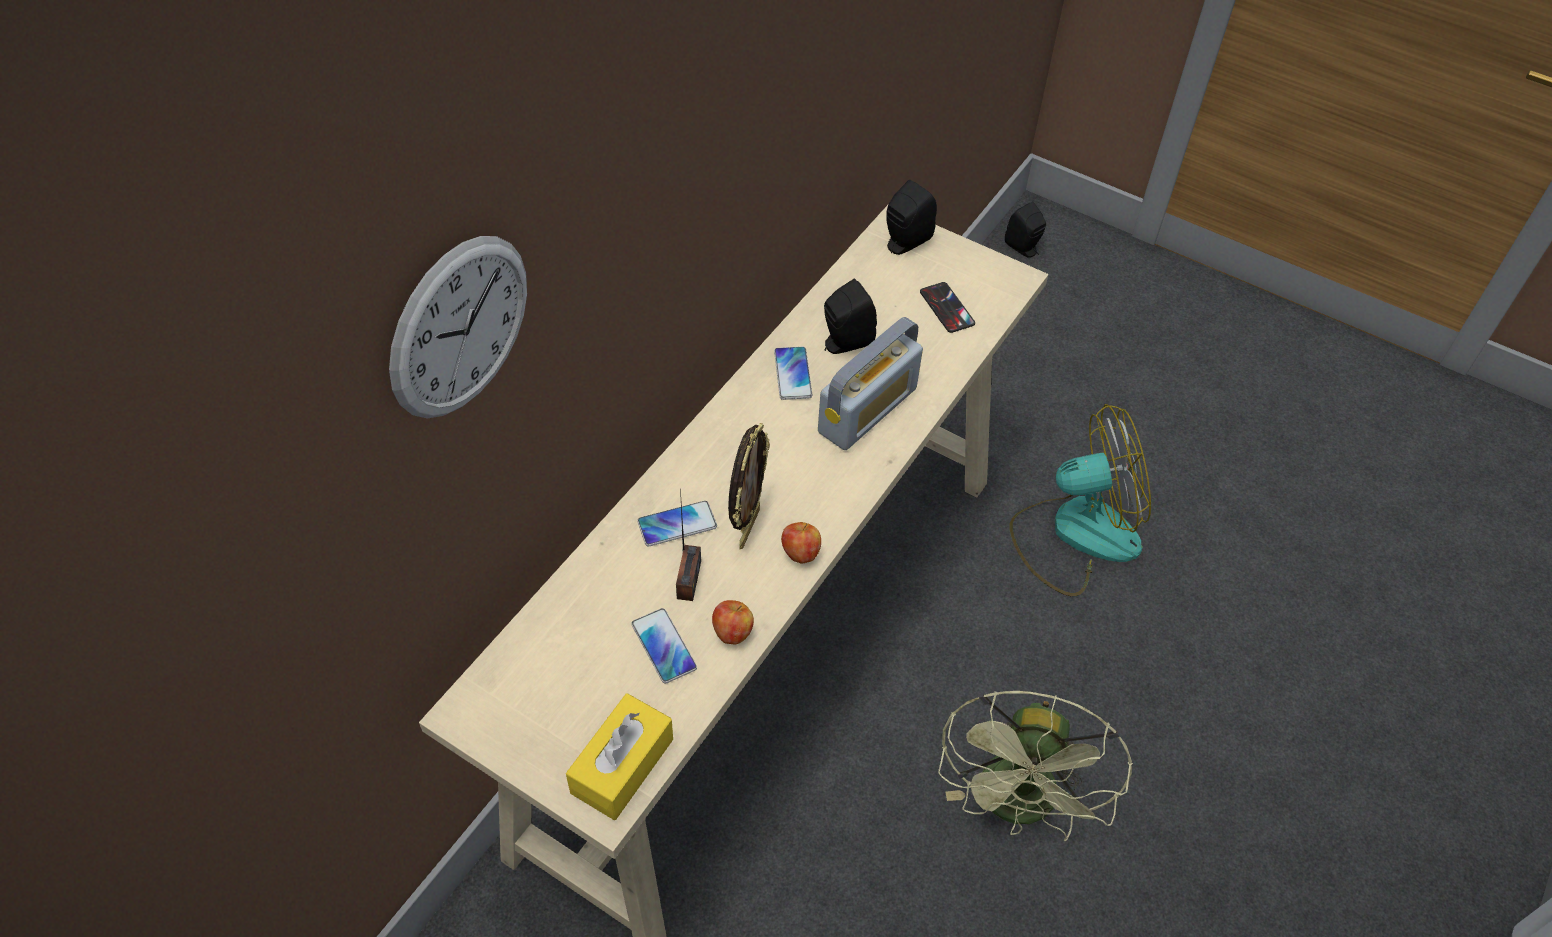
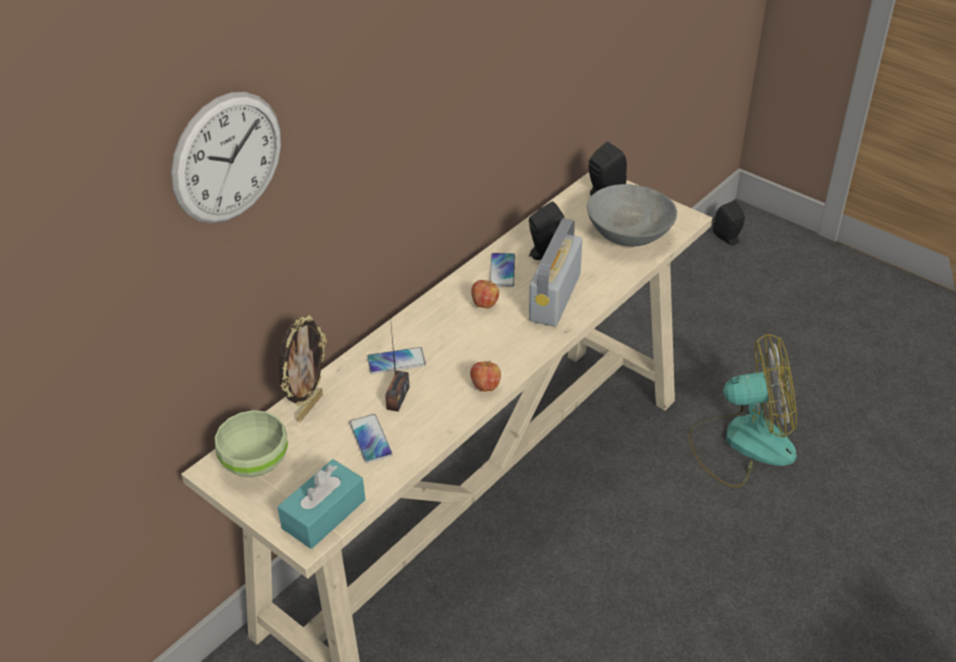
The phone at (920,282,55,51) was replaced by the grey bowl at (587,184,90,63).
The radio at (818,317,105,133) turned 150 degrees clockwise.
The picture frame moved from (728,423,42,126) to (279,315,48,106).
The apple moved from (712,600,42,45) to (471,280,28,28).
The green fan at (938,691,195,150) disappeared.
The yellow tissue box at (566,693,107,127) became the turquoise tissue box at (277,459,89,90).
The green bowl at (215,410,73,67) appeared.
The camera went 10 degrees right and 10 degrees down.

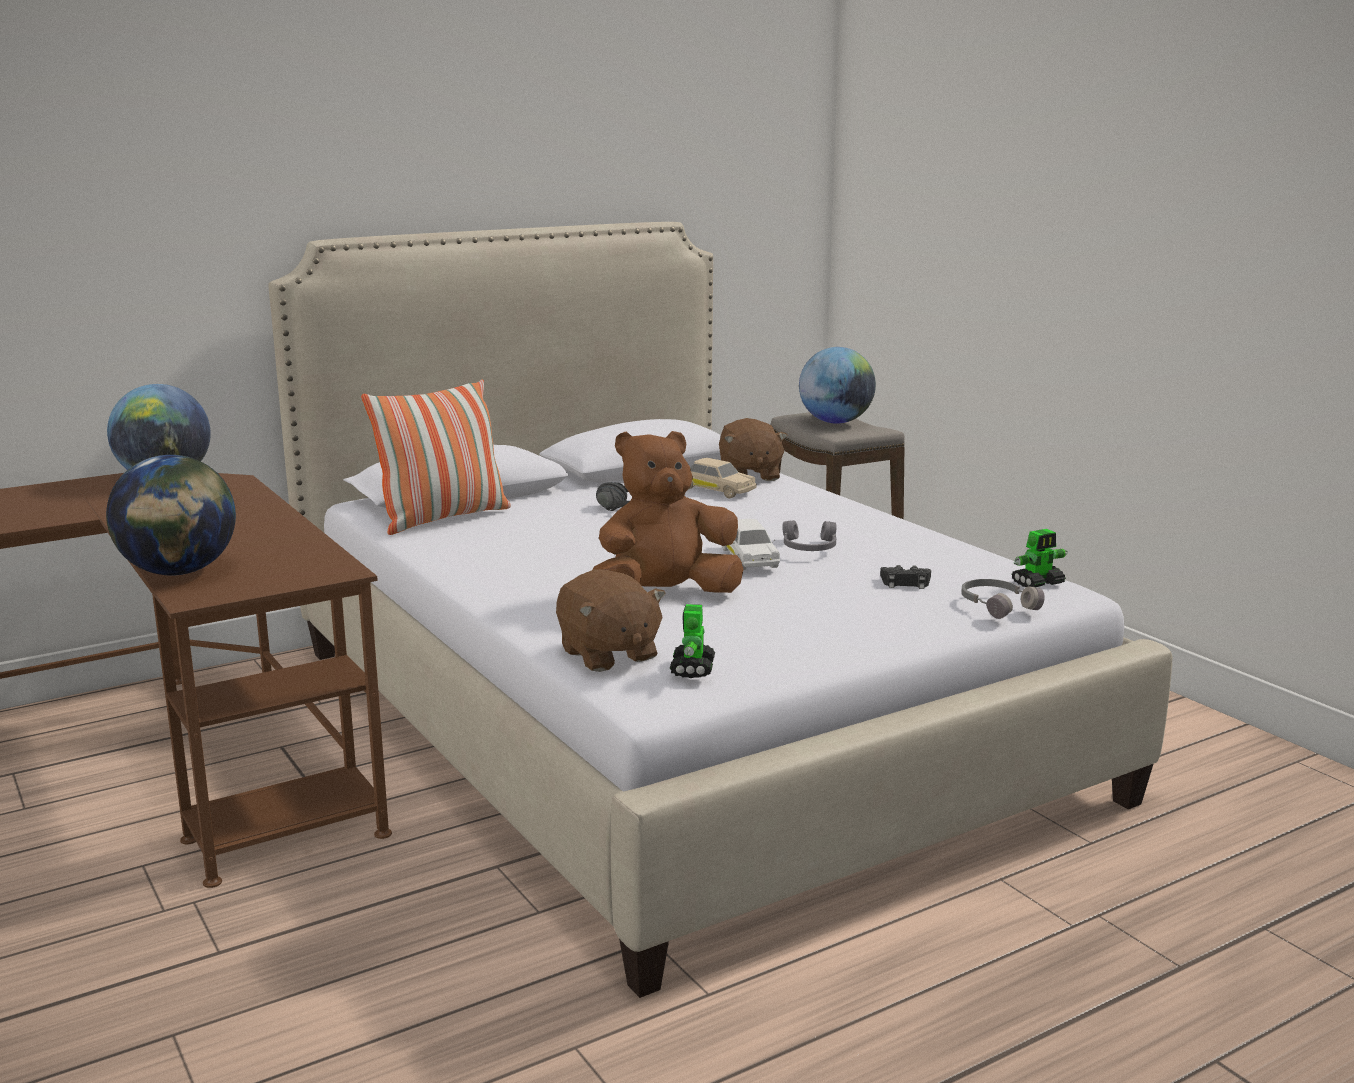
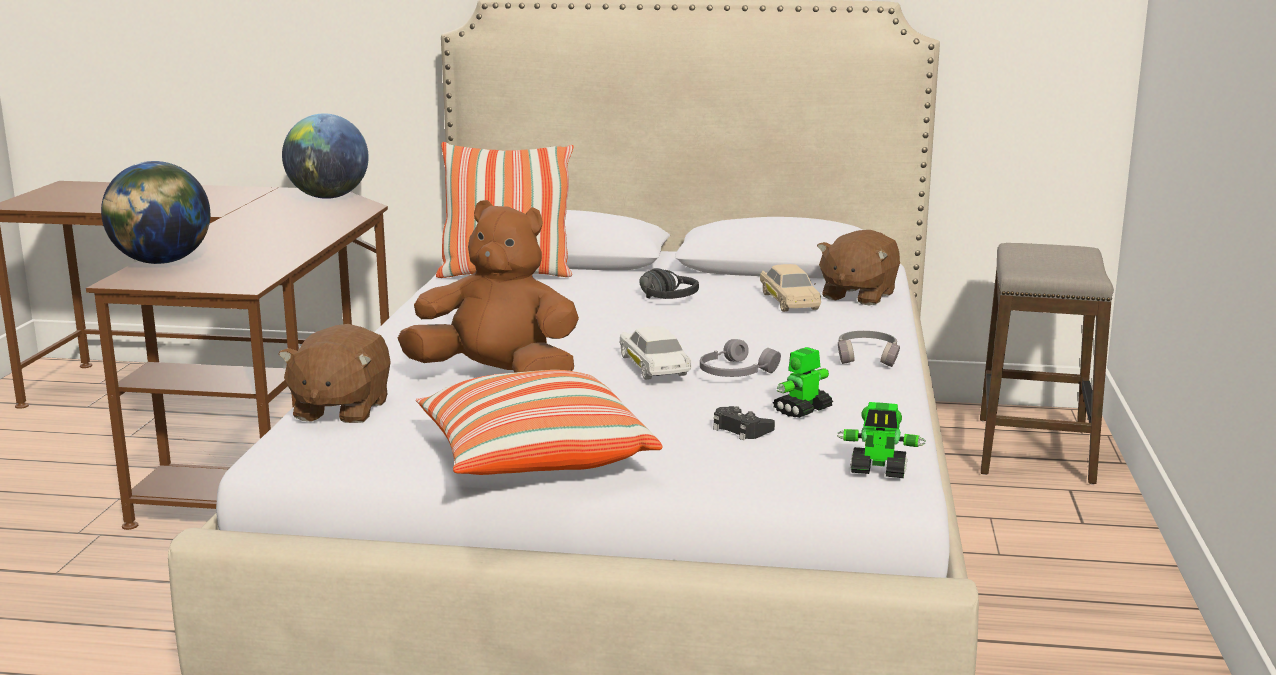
The globe at (799,347,77,77) disappeared.
The white toy car at (722,519,58,51) turned 135 degrees clockwise.
The grey headphones moved from (961,579,84,40) to (838,331,62,36).
The toy robot moved from (670,604,45,74) to (773,347,60,71).
The pillow at (416,370,247,105) appeared.
The camera went 40 degrees right and 0 degrees up.

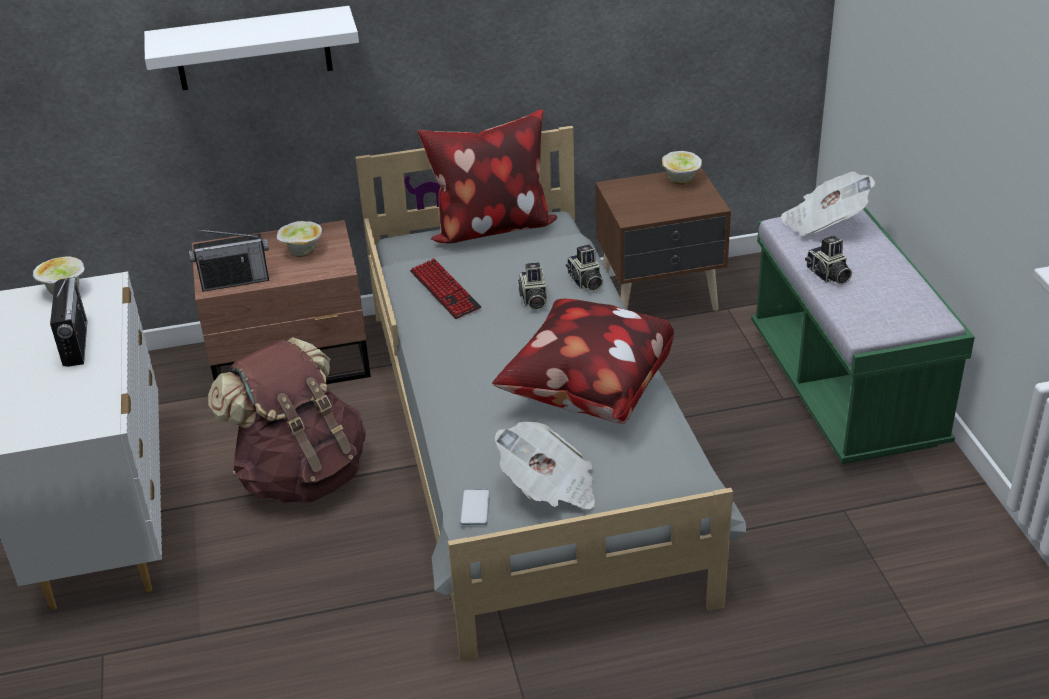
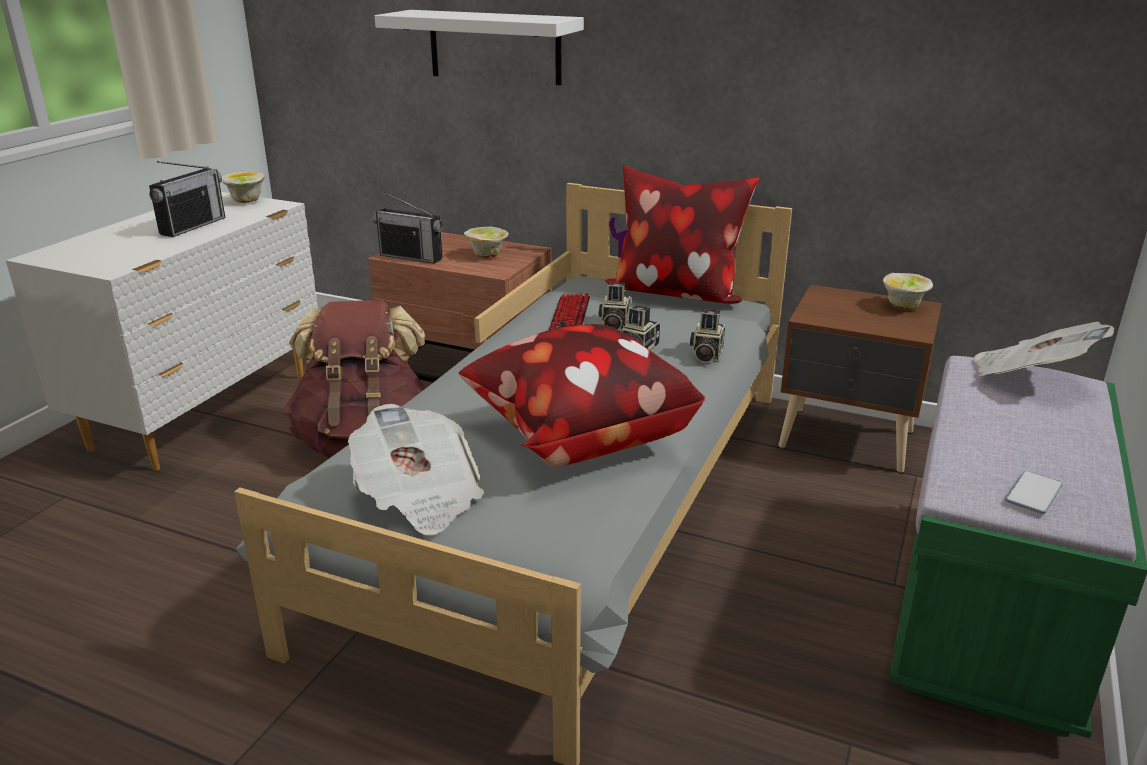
The photo camera moved from (805,236,47,49) to (598,282,33,48).
The phone moved from (460,490,30,35) to (1005,471,58,43).
The camera went 35 degrees right and 10 degrees down.

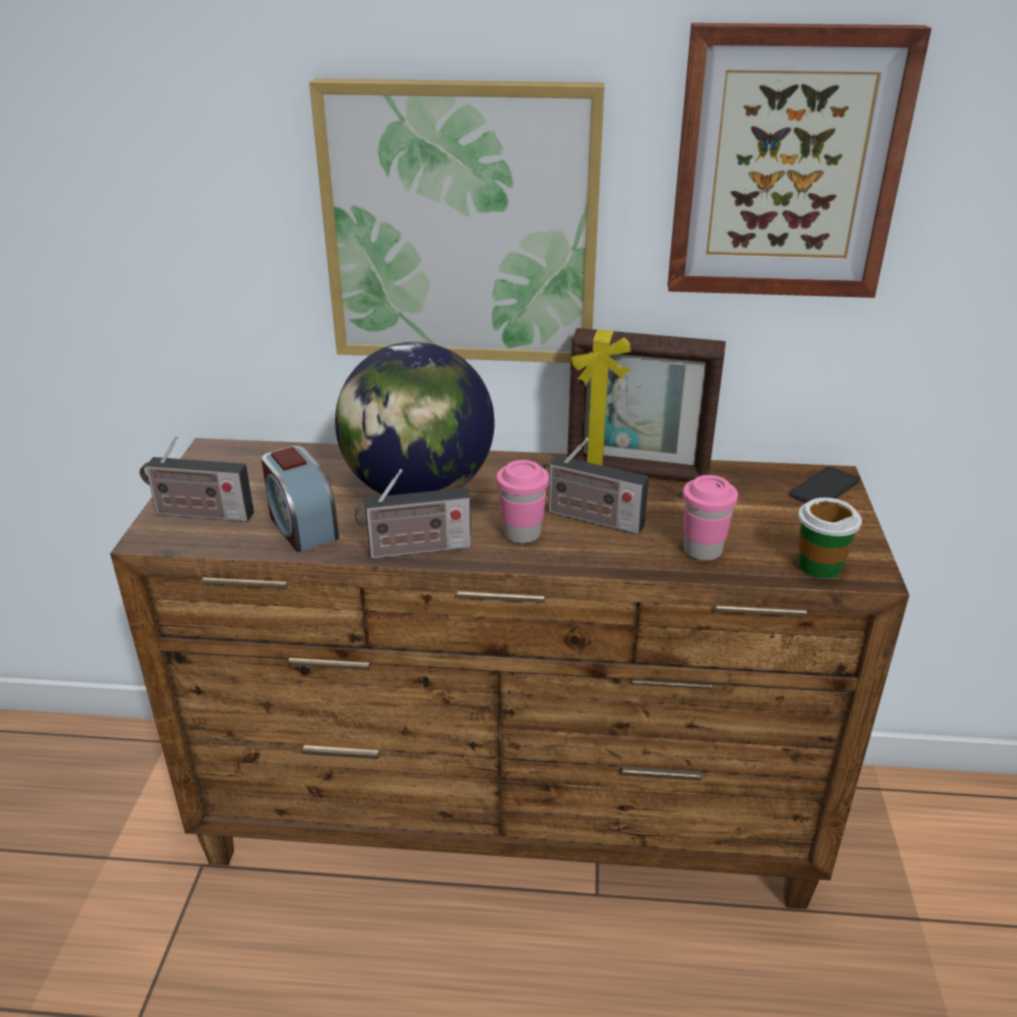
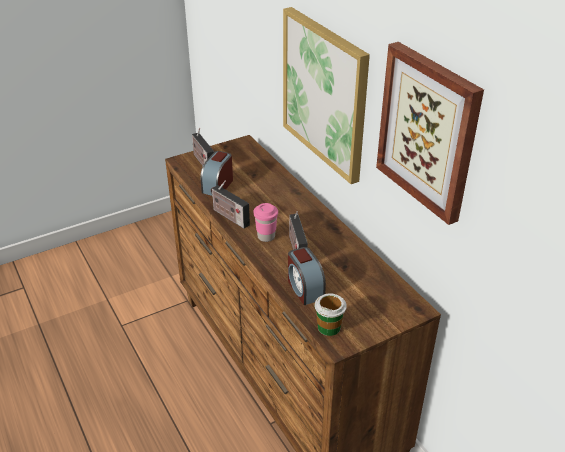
The picture frame at (567,328,159,154) disappeared.
The globe at (335,342,160,154) disappeared.
The phone at (789,467,70,36) disappeared.
The pink cup at (683,475,55,86) was replaced by the alarm clock at (288,247,38,58).
The camera went 55 degrees right and 5 degrees up.

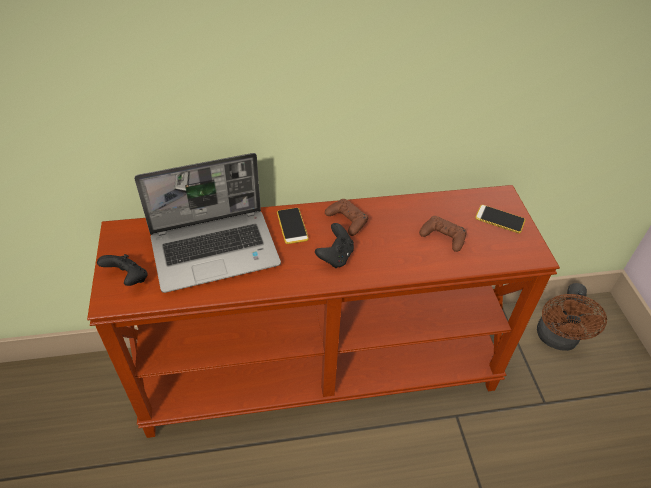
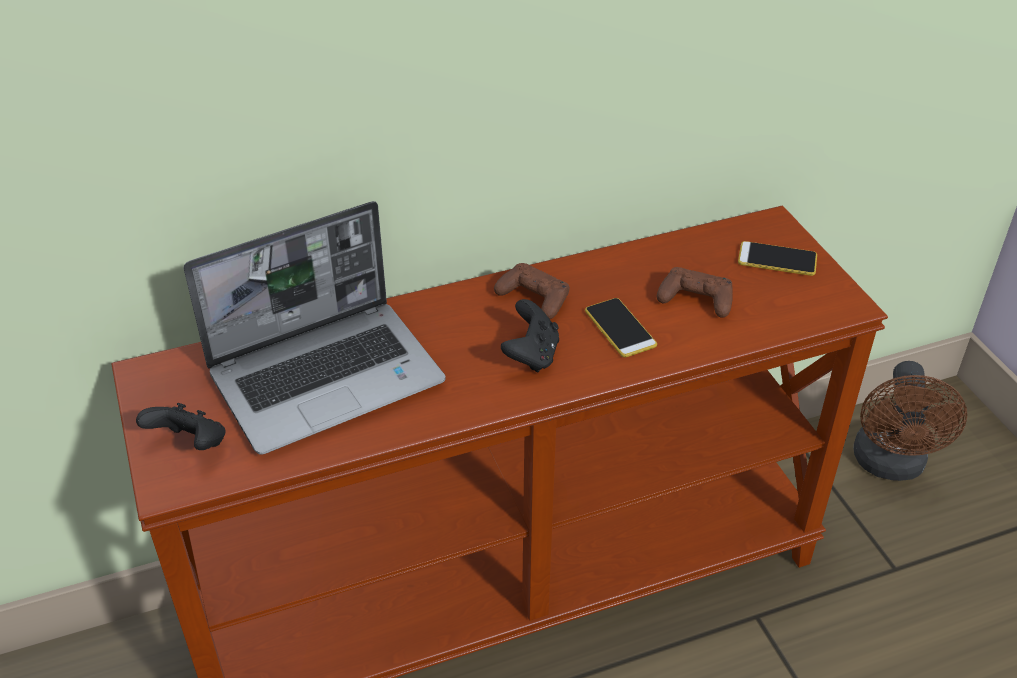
The phone moved from (277,208,32,36) to (585,298,72,59).
The camera went 10 degrees left and 5 degrees down.

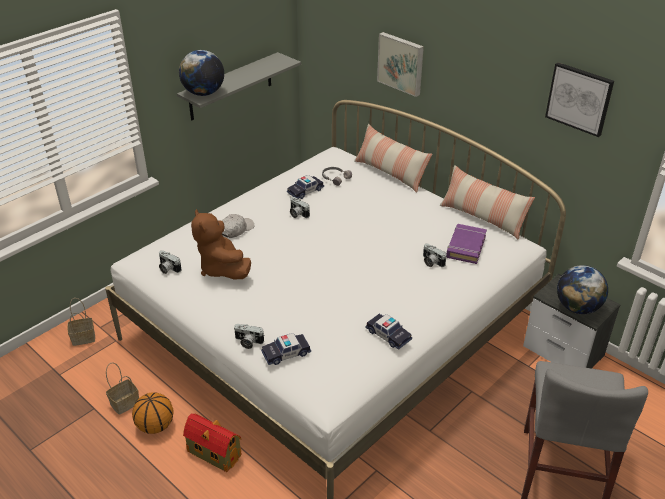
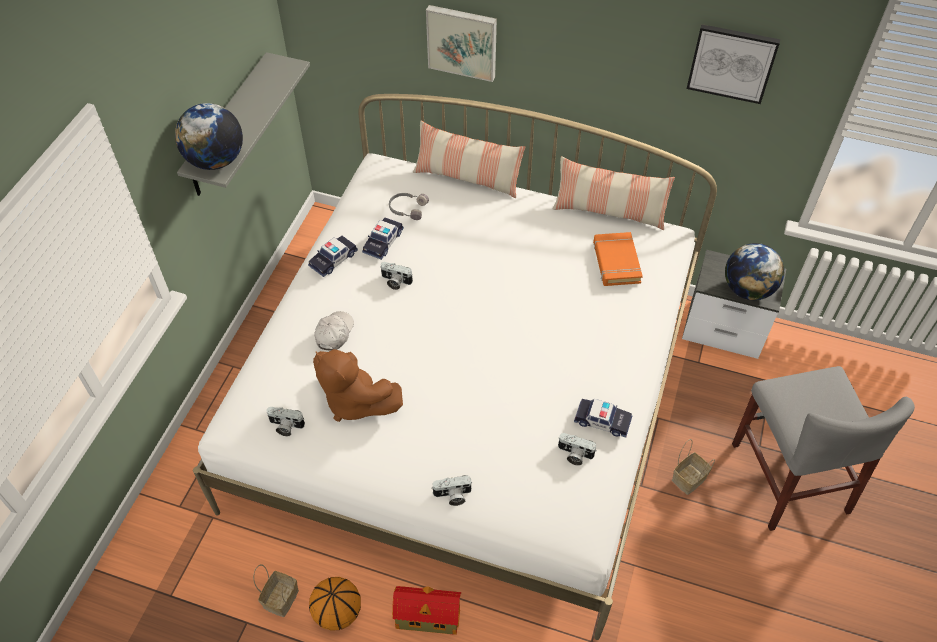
The purple book at (446,224,41,40) became the orange book at (593,232,50,54).
The photo camera moved from (423,244,23,23) to (558,433,39,33).
The basket moved from (67,298,28,48) to (672,439,43,56).
The toy car moved from (261,333,50,32) to (308,236,50,41).
The camera went 25 degrees left and 15 degrees up.

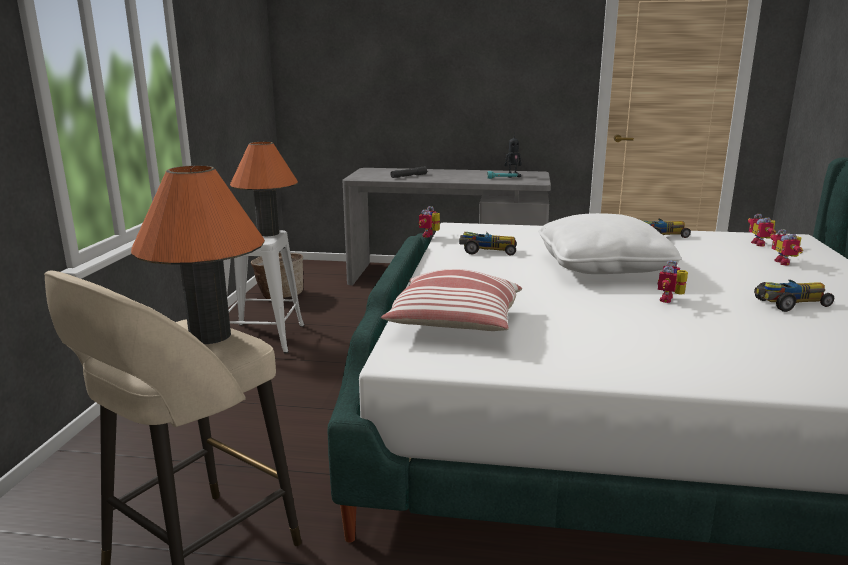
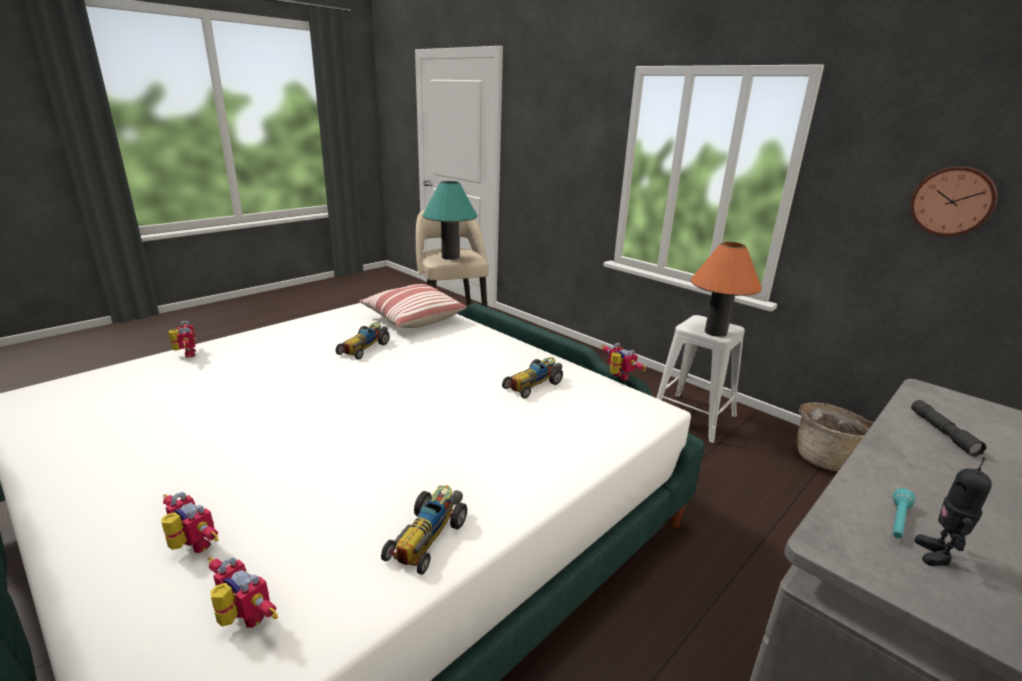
The orange table lamp at (131,165,134,179) became the turquoise table lamp at (422,181,55,79).
The white pillow at (538,213,144,61) disappeared.
The toy robot moved from (658,260,30,43) to (168,321,28,37).
The toy car moved from (754,280,80,32) to (336,322,54,38).
The wall clock at (910,166,87,70) appeared.
The camera went 125 degrees right and 5 degrees up.

